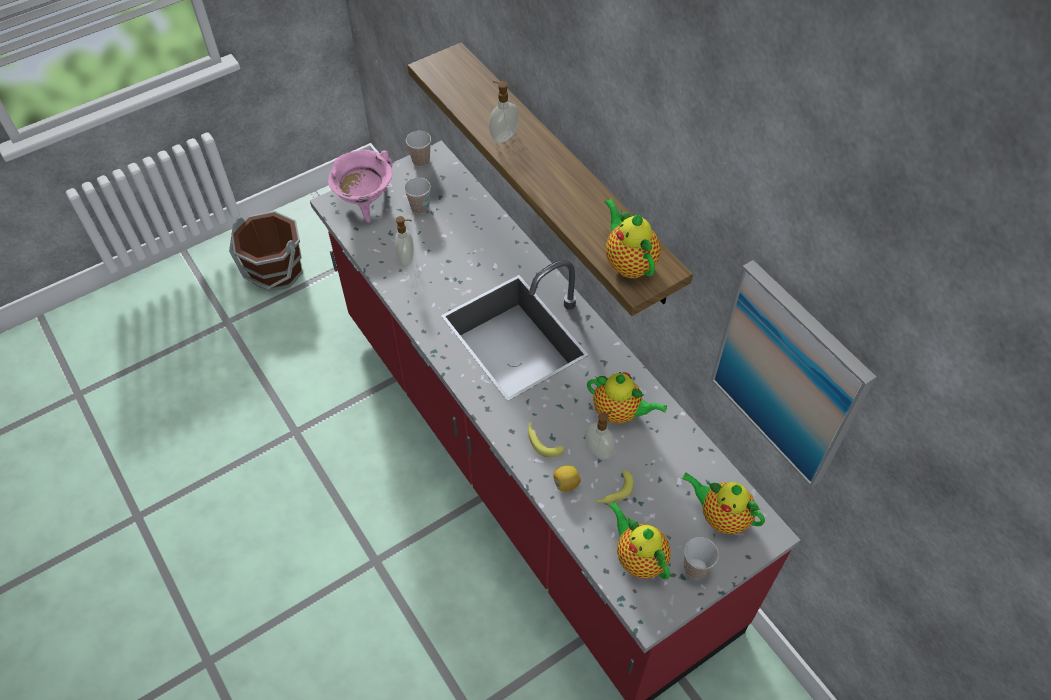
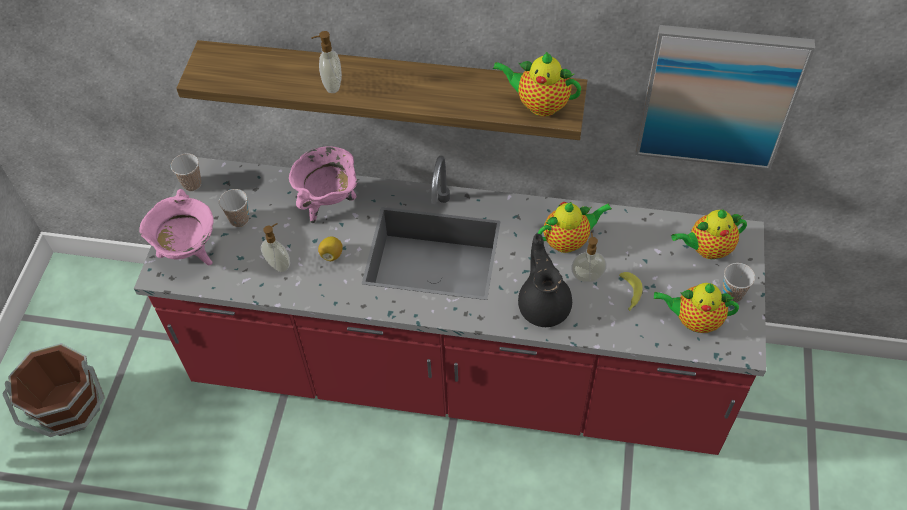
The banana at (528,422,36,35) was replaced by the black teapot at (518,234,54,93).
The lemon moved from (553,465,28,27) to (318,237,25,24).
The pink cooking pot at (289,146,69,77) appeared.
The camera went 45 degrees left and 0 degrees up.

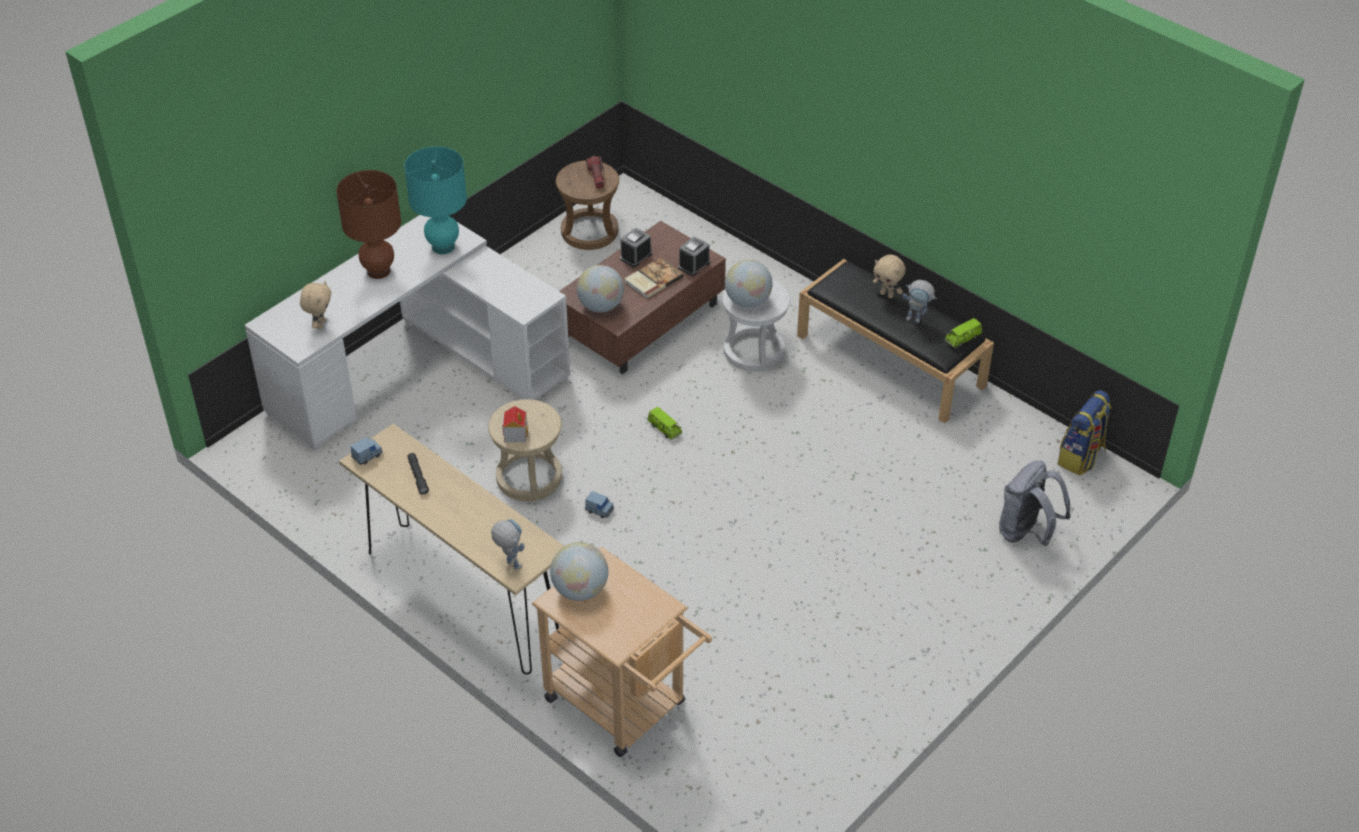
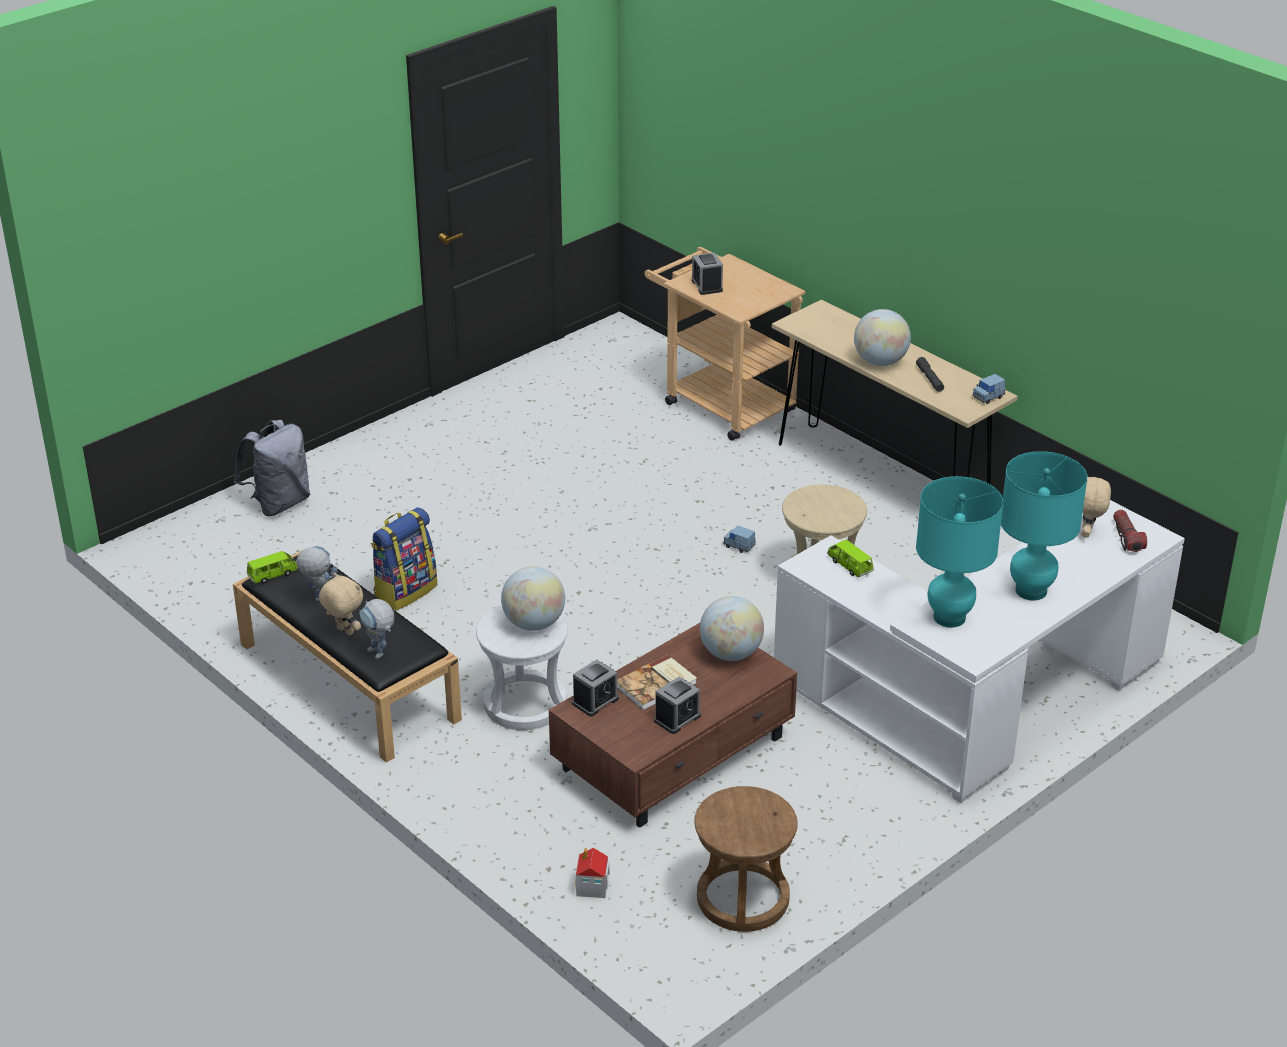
The flashlight moved from (586,156,19,33) to (1113,510,34,42).
The brown table lamp at (336,170,65,109) became the turquoise table lamp at (1001,451,87,150).
The backpack moved from (1058,390,54,85) to (371,507,66,104).
The toy house moved from (502,406,26,36) to (576,848,34,50).
The green toy car moved from (647,407,35,33) to (827,540,47,37).
The toy robot moved from (491,519,34,51) to (359,599,35,60).
The globe moved from (550,542,58,59) to (854,309,57,57).
The alarm clock at (692,252,31,43) appeared.
The camera went 175 degrees left and 10 degrees down.

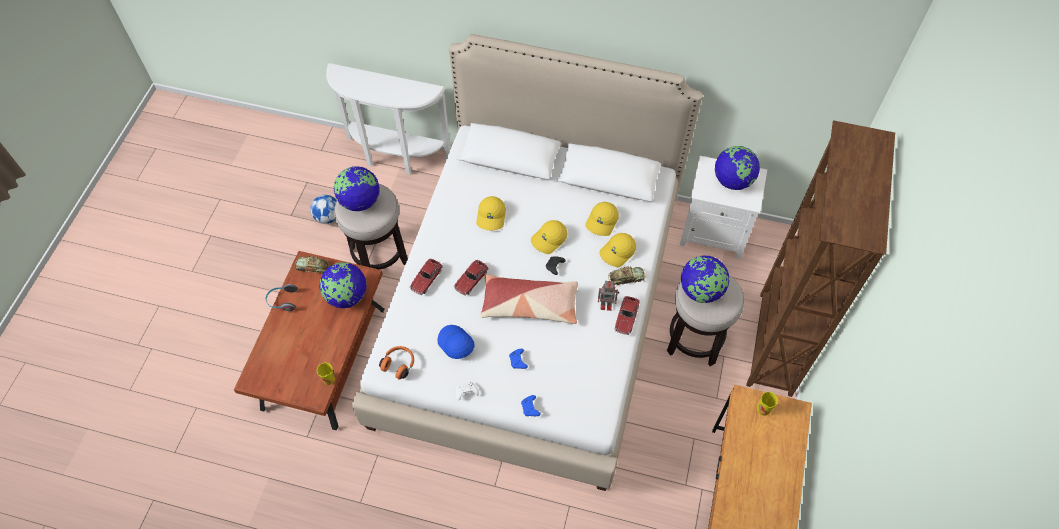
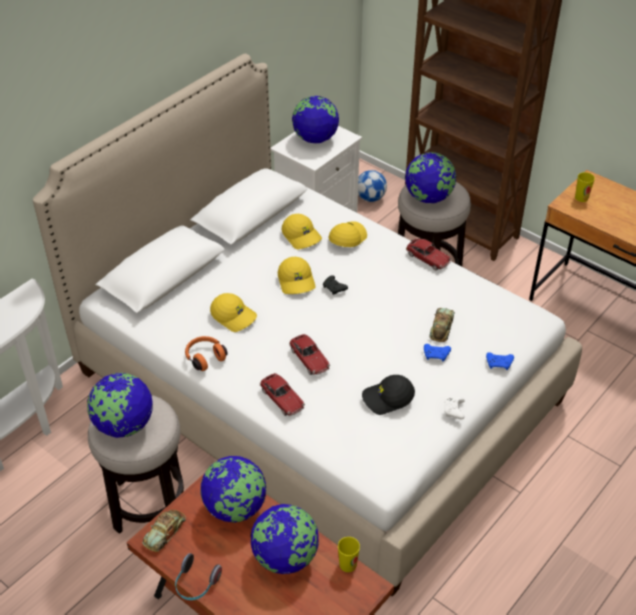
The football moved from (310,195,27,29) to (358,170,29,32).
The yellow cap at (600,233,36,34) turned 135 degrees counterclockwise.
The toy car moved from (608,266,37,19) to (430,308,25,34).
The pillow at (480,274,98,50) disappeared.
The toy robot at (598,281,21,30) disappeared.
The blue cap at (437,325,38,34) became the black cap at (362,375,53,40).
The orange headphones moved from (379,346,35,33) to (185,336,43,35).
The globe at (251,504,68,70) appeared.
The camera went 65 degrees left and 15 degrees down.

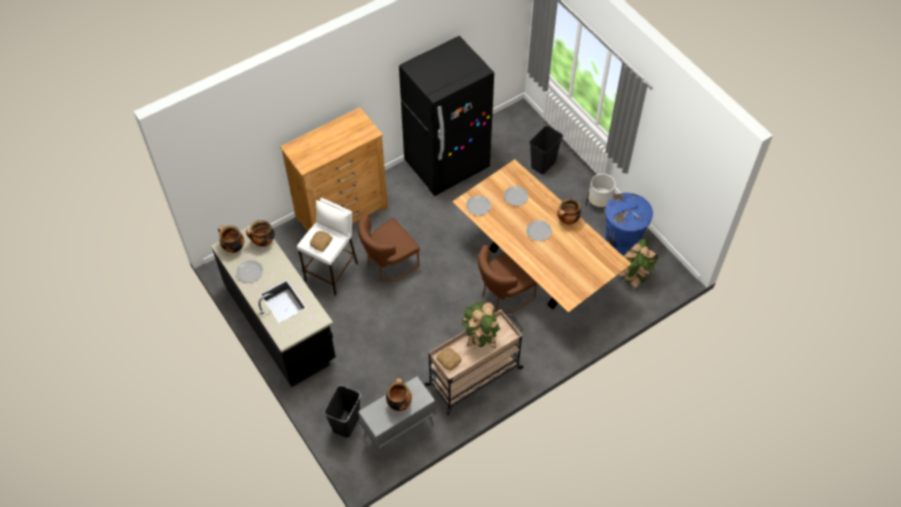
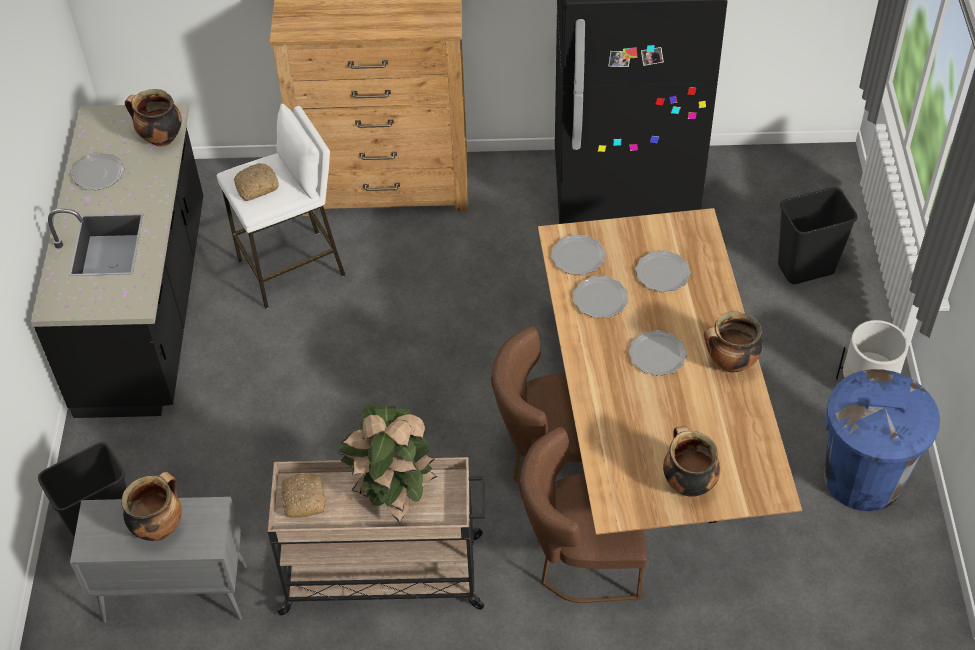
The brown chair moved from (358,213,62,68) to (519,427,128,176).
The cooking pot moved from (218,226,26,27) to (663,426,57,71).
The potted plant at (619,238,40,51) disappeared.
The plate at (573,276,55,42) appeared.
The camera went 35 degrees right and 5 degrees down.

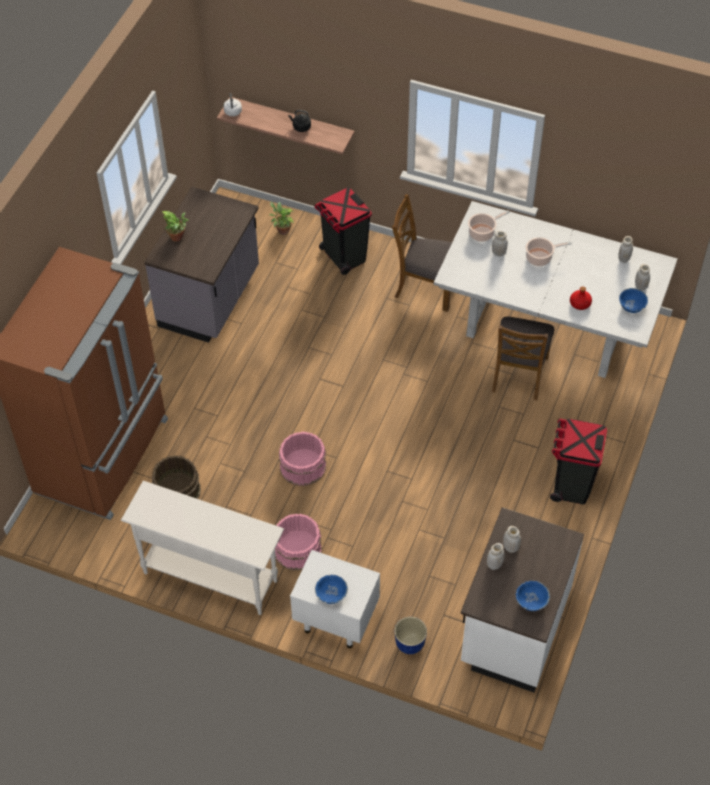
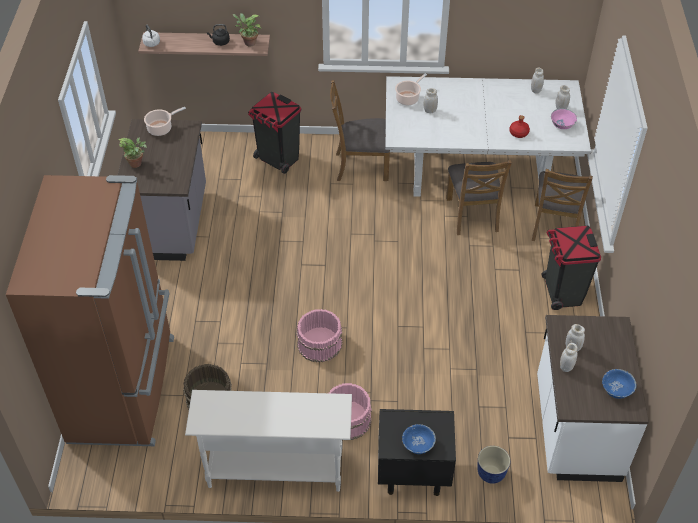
The potted plant moved from (269,202,25,33) to (232,13,30,34).
The cooking pot moved from (526,237,46,29) to (144,107,42,29).
The blue bowl at (619,288,29,25) became the pink bowl at (551,108,26,21).
The white nightstand at (290,550,90,98) became the black nightstand at (378,409,78,87).
The brown chair at (532,169,61,72) appeared.
The camera went 20 degrees left and 5 degrees down.

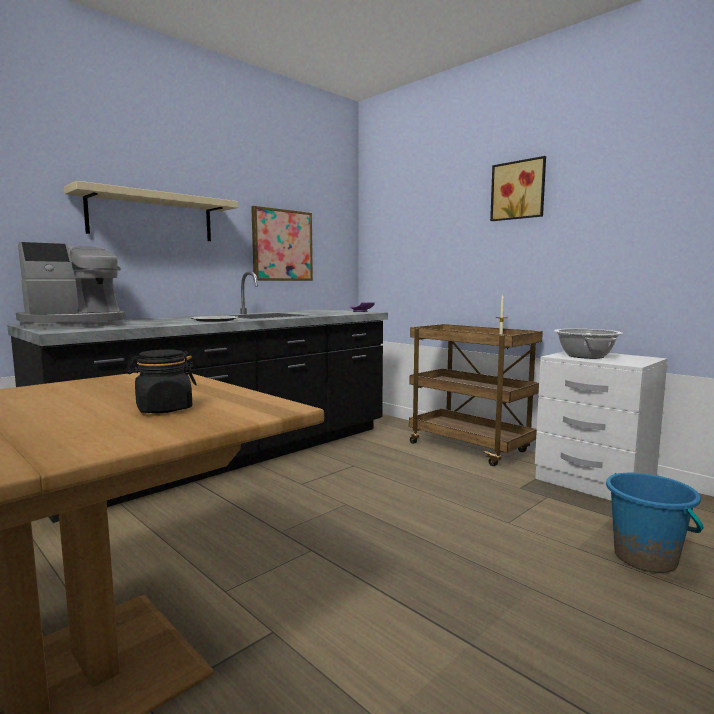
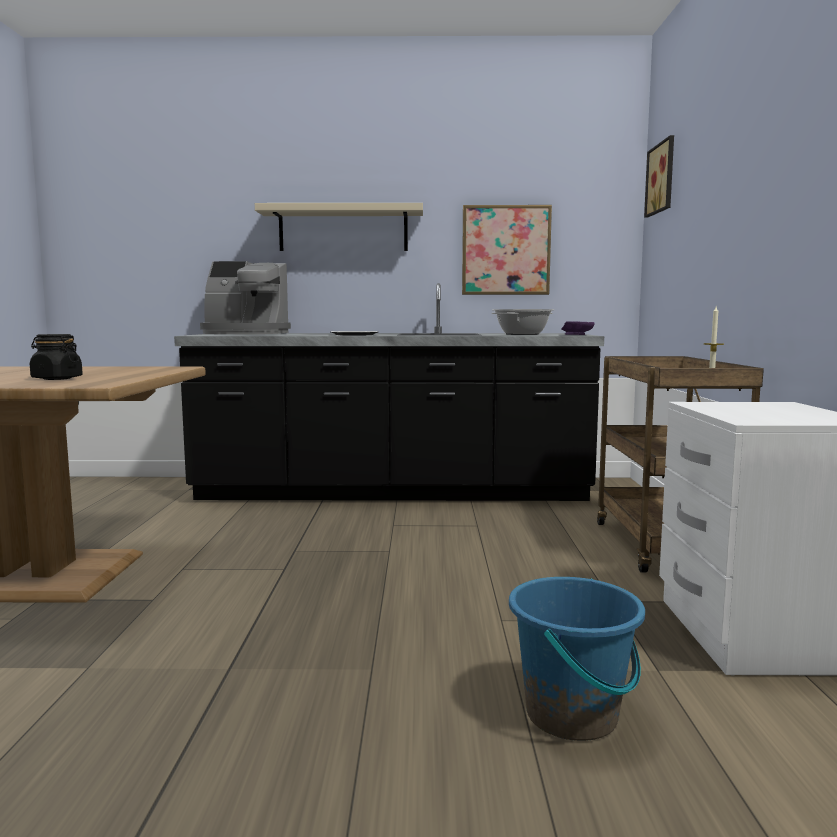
The picture moved from (490,156,56,65) to (644,135,30,82).
The cooking pot moved from (554,329,69,30) to (492,309,62,26).
The camera went 45 degrees right and 0 degrees up.

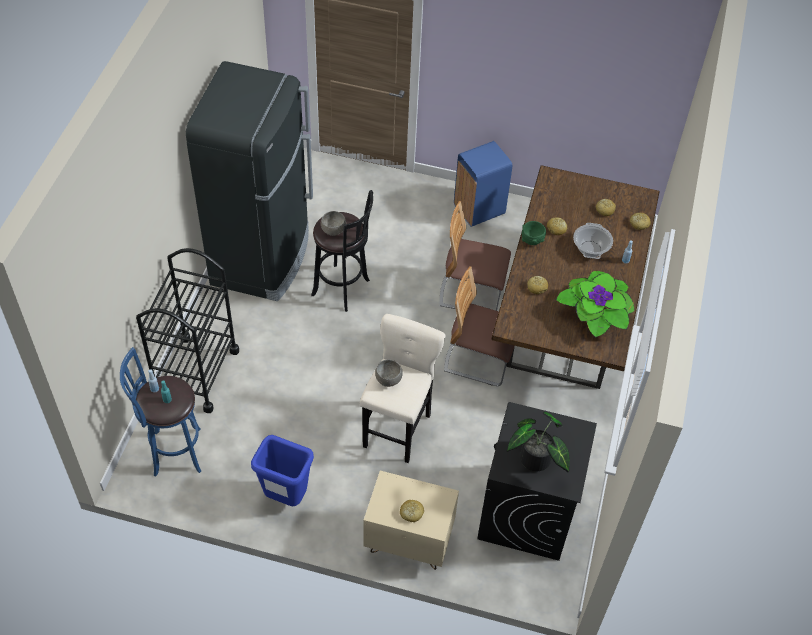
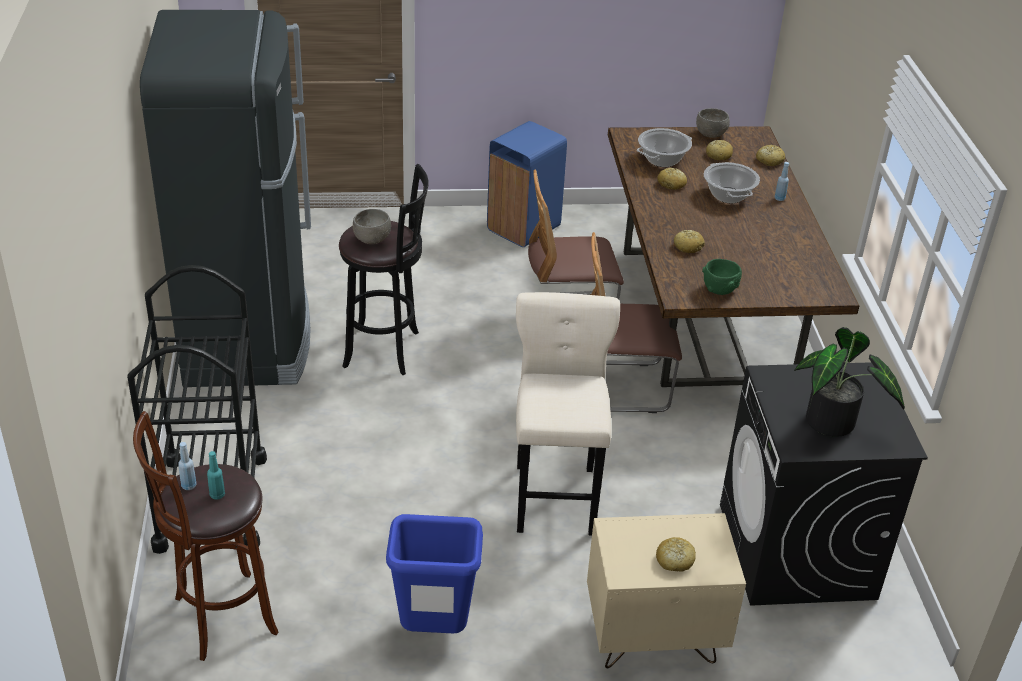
The green bowl moved from (522,221,24,24) to (702,259,40,36).
The potted plant at (556,271,79,67) disappeared.
The blue stool at (120,347,81,130) became the brown stool at (133,411,146,250).
The grey bowl moved from (375,360,28,27) to (696,108,34,30).
The cooking pot at (637,128,55,39) appeared.
The camera went 20 degrees left and 15 degrees down.

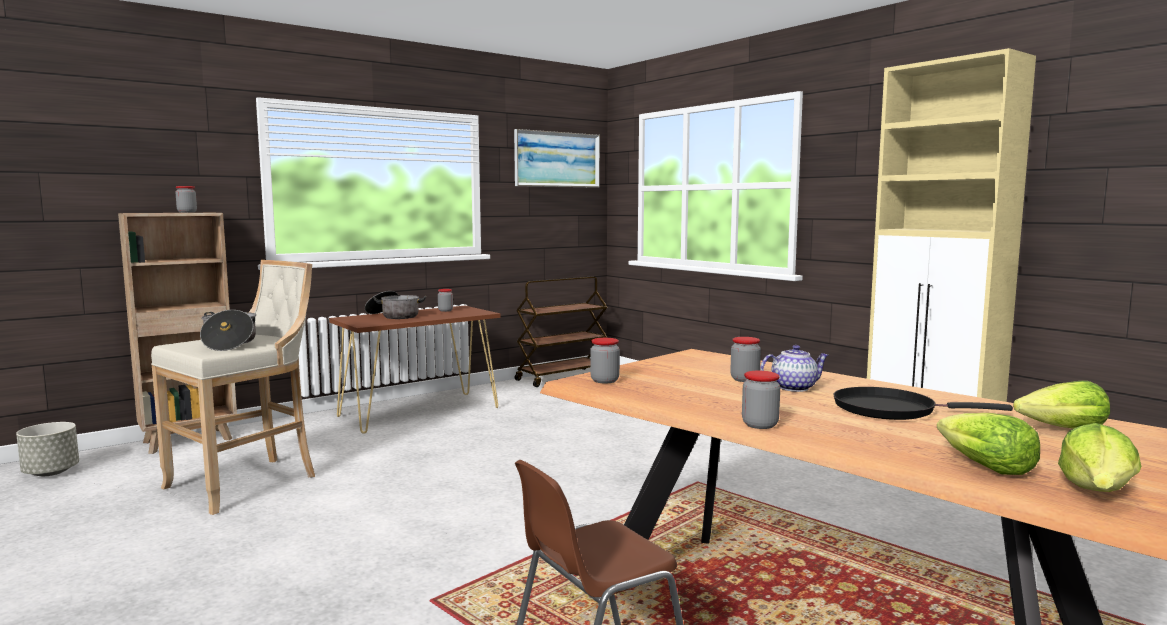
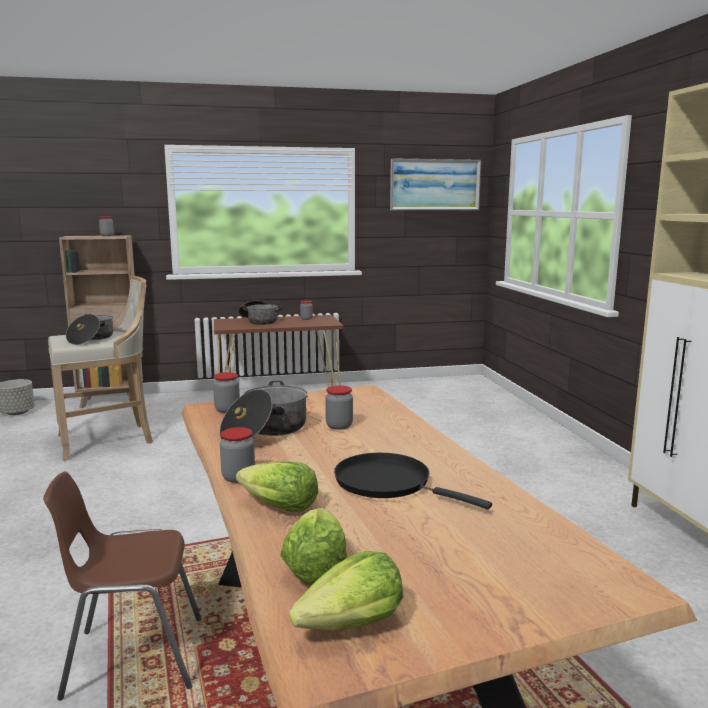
The brown cart at (515,276,92,111) disappeared.
The teapot at (760,345,69,47) disappeared.
The lettuce moved from (1013,381,97,48) to (236,461,82,51).
The cooking pot at (220,381,88,59) appeared.
The camera went 25 degrees right and 5 degrees up.

